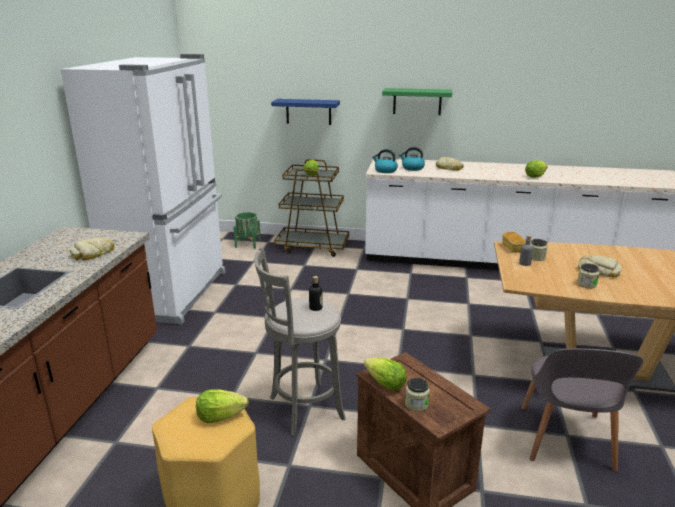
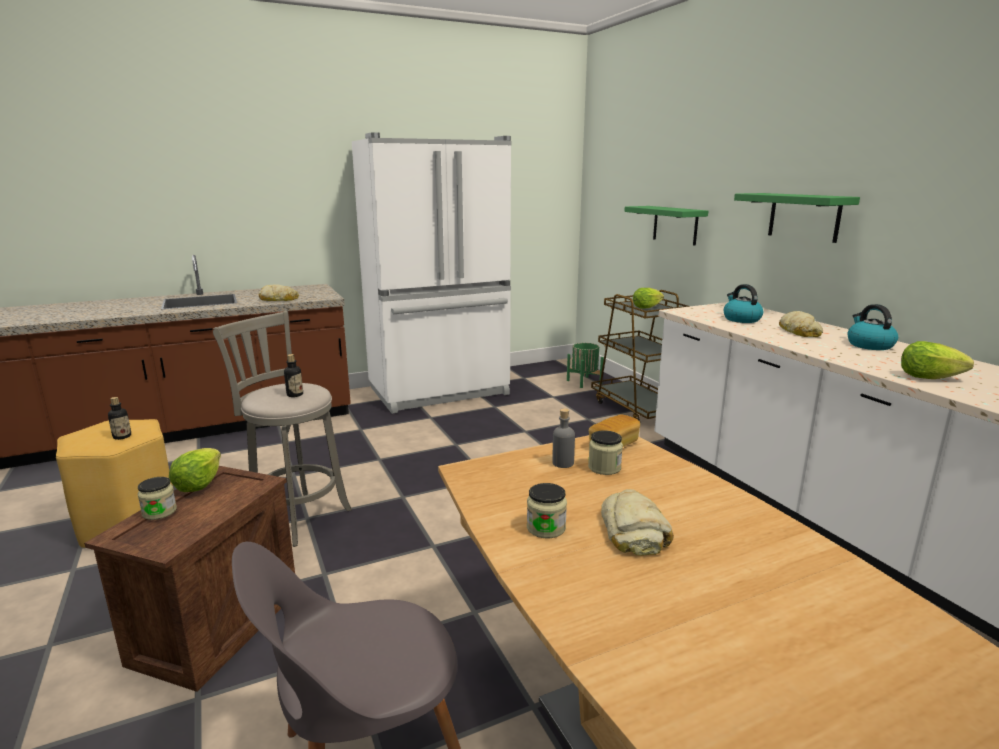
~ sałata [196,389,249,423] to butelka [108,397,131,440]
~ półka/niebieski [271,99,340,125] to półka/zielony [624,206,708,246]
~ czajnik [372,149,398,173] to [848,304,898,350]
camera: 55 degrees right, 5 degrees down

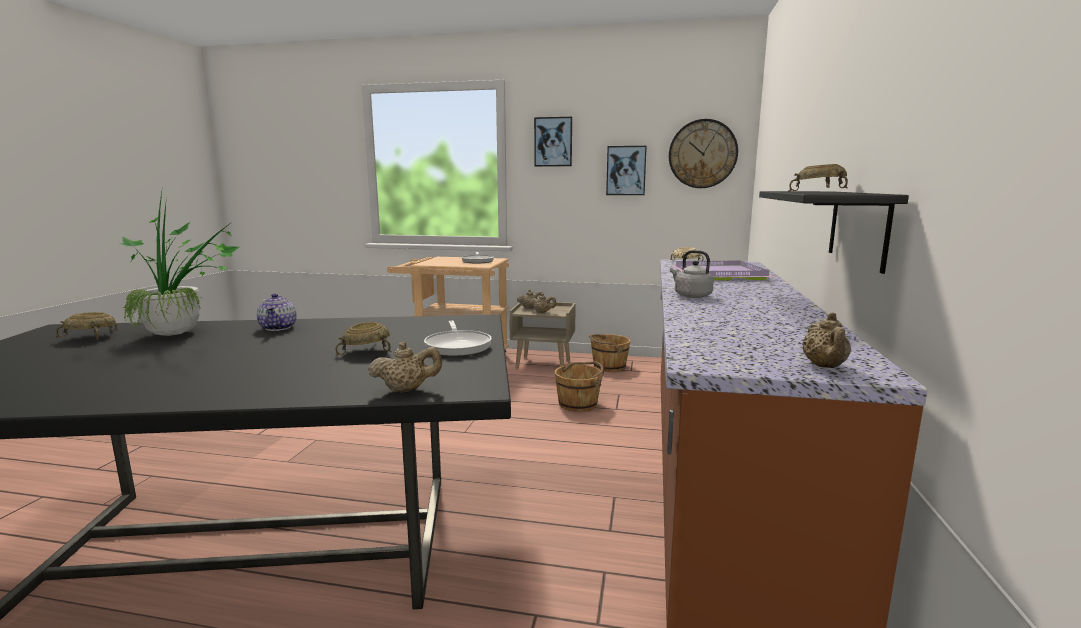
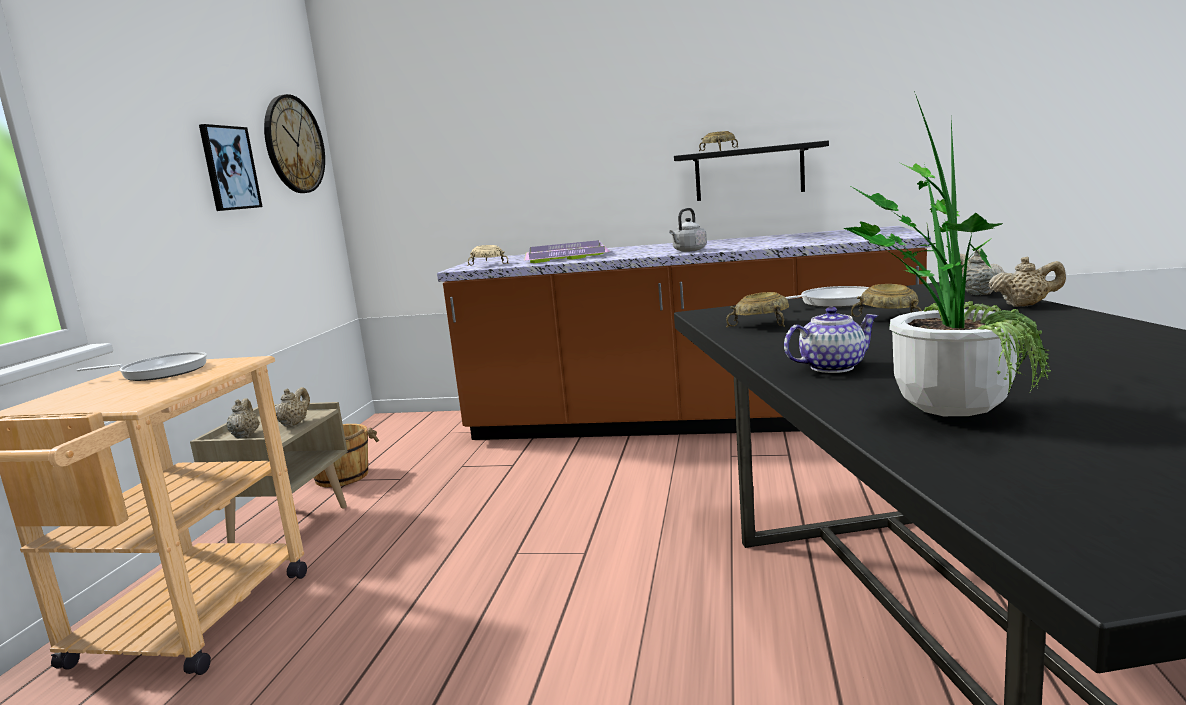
~ miska/beżowy [56,312,118,340] to [726,292,789,327]
~ imbryk/beżowy [802,312,851,368] to [989,256,1066,307]
- obraz [534,117,572,167]
- wiadro/brązowy [555,361,603,412]
camera: 90 degrees left, 0 degrees up

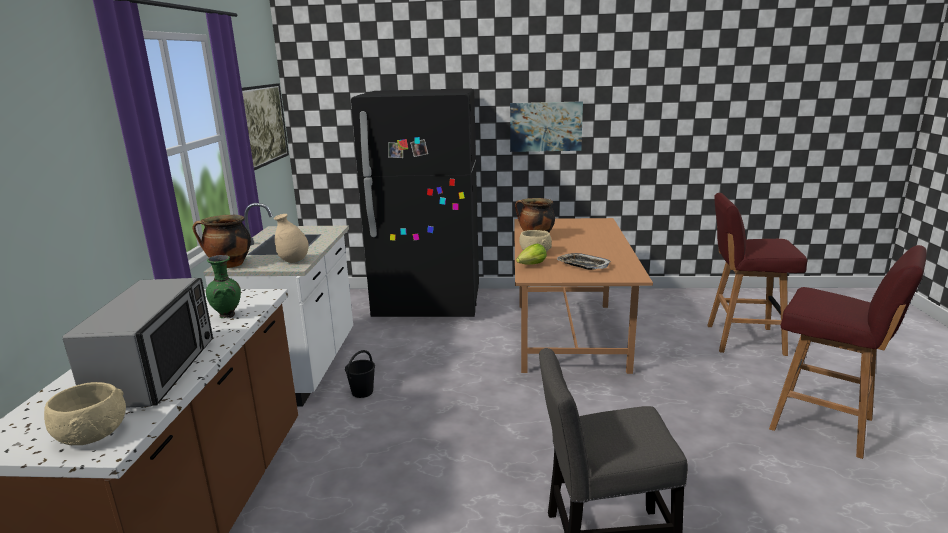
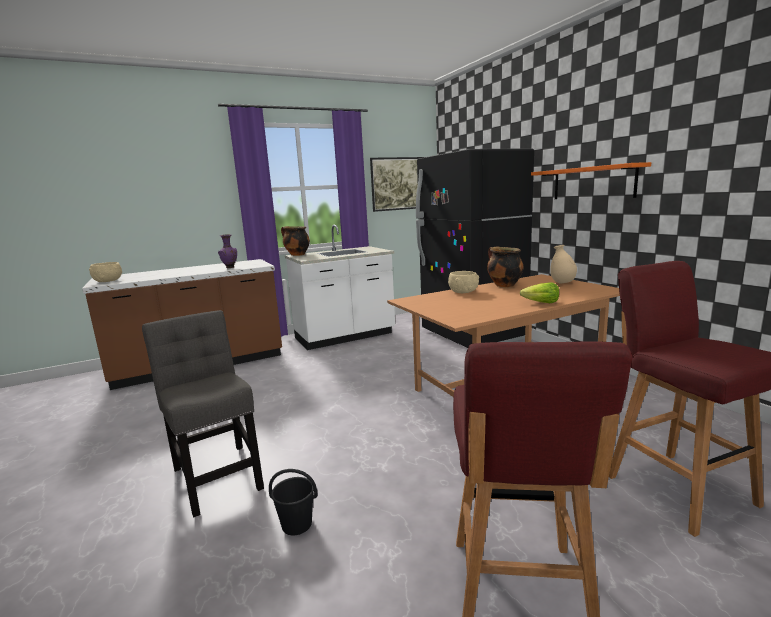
~ wazon/zielony [206,255,241,318] to wazon/fioletowy [218,234,237,268]
~ wiadro/czarny [345,350,375,398] to [269,469,318,536]
~ sałata [516,243,547,265] to [520,283,559,303]
~ obraz [510,101,583,152] to półka/pomarańczowy [531,162,651,199]
~ wazon/beżowy [274,214,309,263] to [550,245,577,284]
- mikrofalówka [62,278,213,408]
- taca [557,253,610,270]
camera: 60 degrees right, 5 degrees down

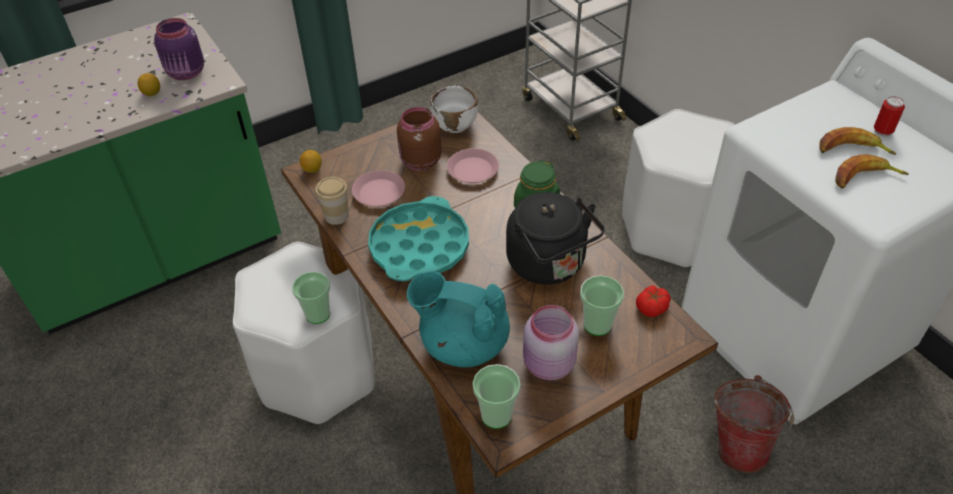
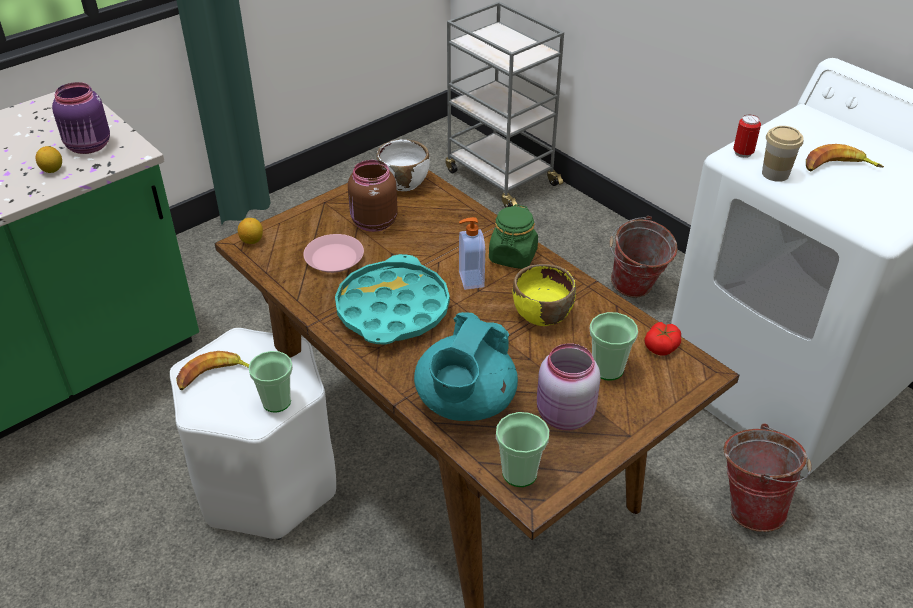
~ banan [835,154,909,189] to [176,351,249,390]
~ imbryk/turkusowy [407,271,510,367] = [414,312,518,421] 75 degrees counterclockwise
+ dozownik mydła [459,217,485,290]
~ czajnik/czarny [506,192,605,285] to miska/żółty [512,264,576,326]
~ stołek/biały [622,109,735,268] to wiadro [610,216,678,298]
~ puszka [874,96,905,137] to [733,115,761,158]
~ filiżanka [315,177,349,225] to [762,126,804,182]
- talerz/różowy [447,148,499,183]
camera: 10 degrees left, 5 degrees down

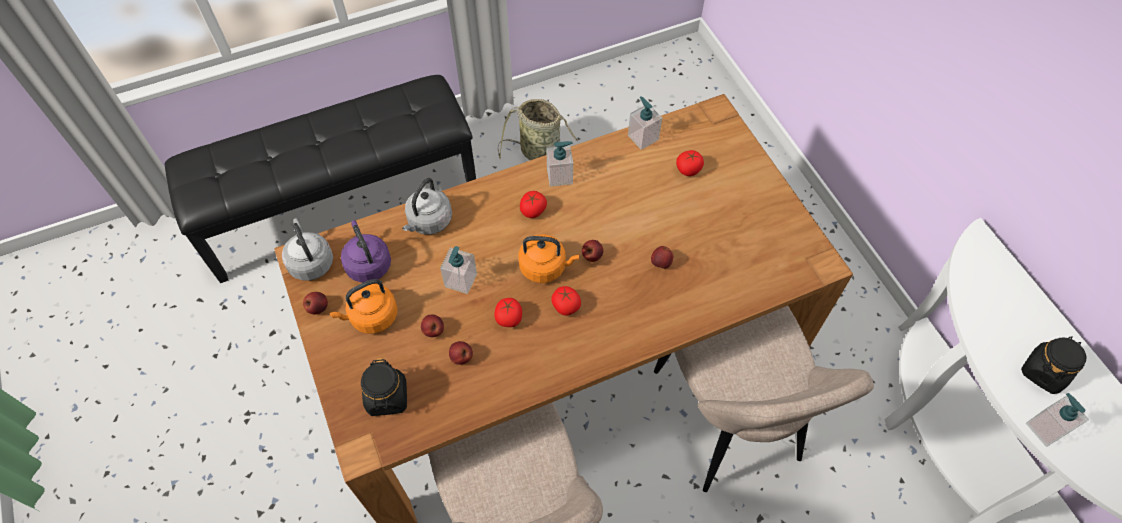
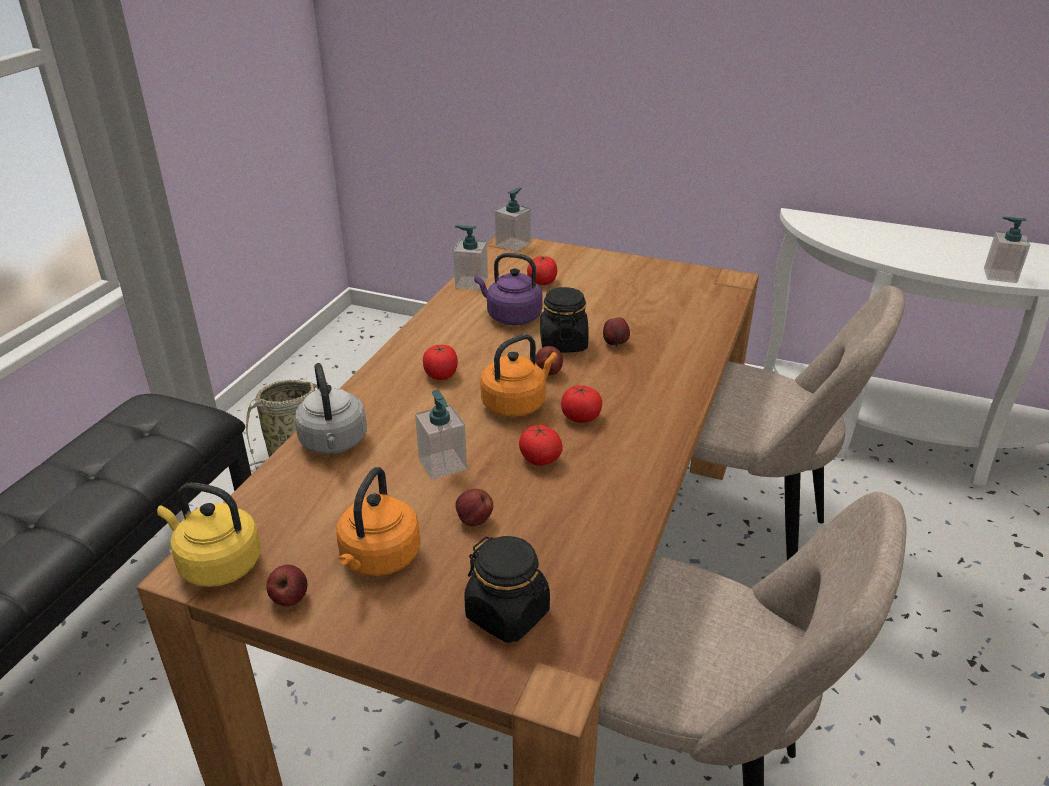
~ czajnik/szary [282,218,333,281] to czajnik/żółty [157,482,261,587]
~ czajnik/fioletowy [341,220,391,283] to [474,253,543,325]
~ dozownik mydła [546,141,573,187] to [495,188,531,252]
~ słoik/czarny [1021,336,1087,394] to [540,287,588,353]
- jabłko [449,341,473,365]
camera: 45 degrees left, 25 degrees down

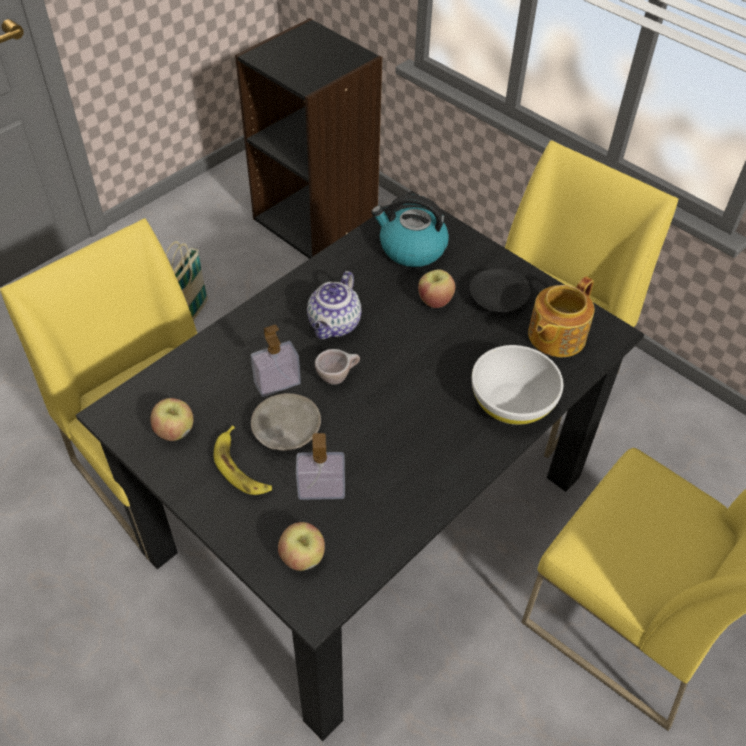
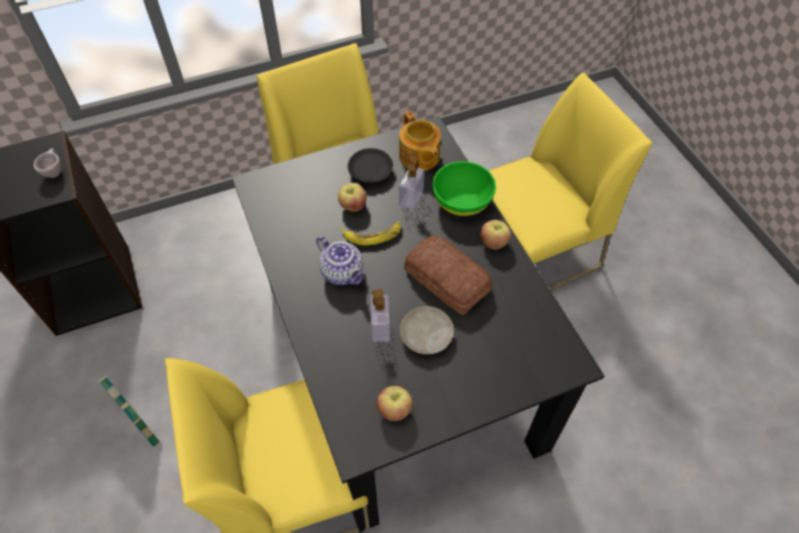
~ filiżanka/beżowy [315,349,360,385] to [33,148,61,178]
~ banan [214,425,272,495] to [340,222,401,246]
~ dozownik mydła [296,433,345,500] to [399,155,425,210]
+ chleb [404,235,492,315]
~ miska/biały [472,345,563,425] to miska/zielony [433,161,496,216]
~ jabłko [278,522,325,571] to [480,220,511,250]
- czajnik [371,195,449,267]
camera: 65 degrees left, 5 degrees up

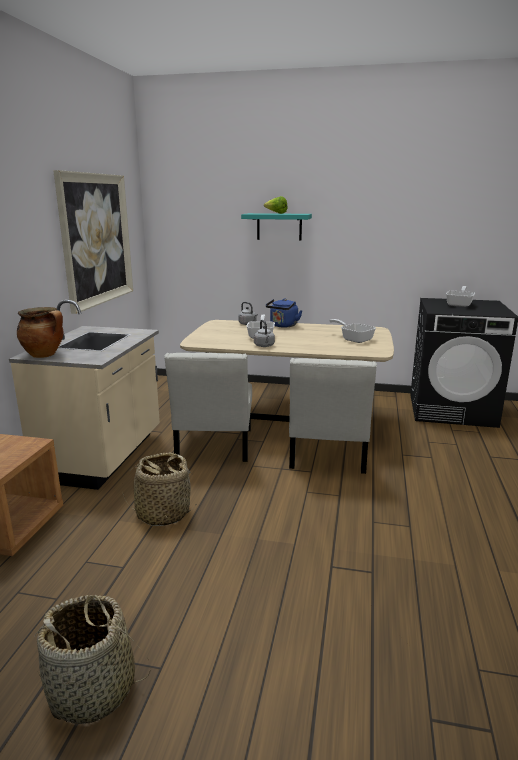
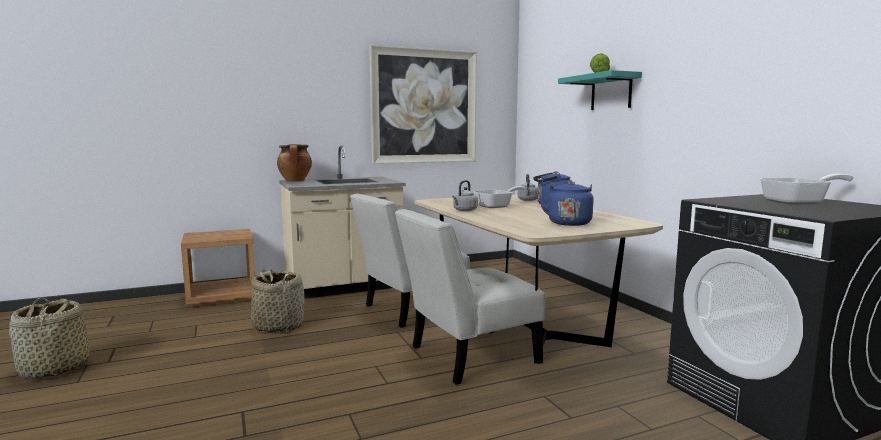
~ patelnia [329,319,376,343] to czajnik/niebieski [539,181,593,226]
camera: 55 degrees right, 10 degrees down

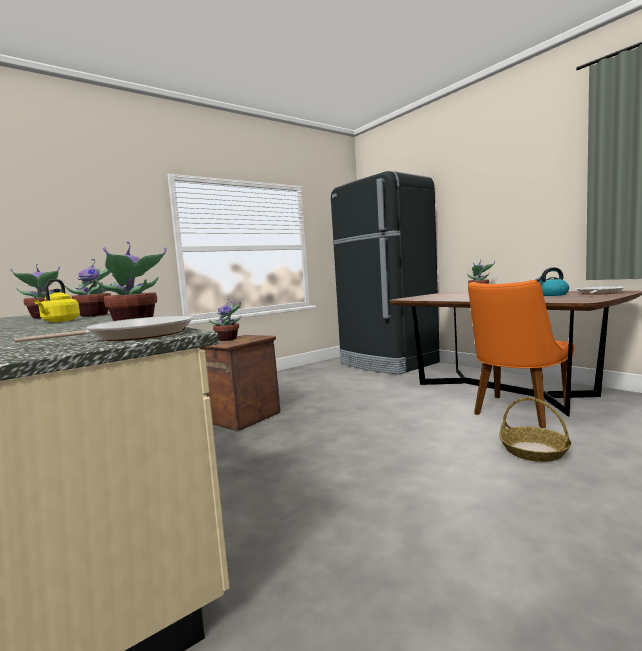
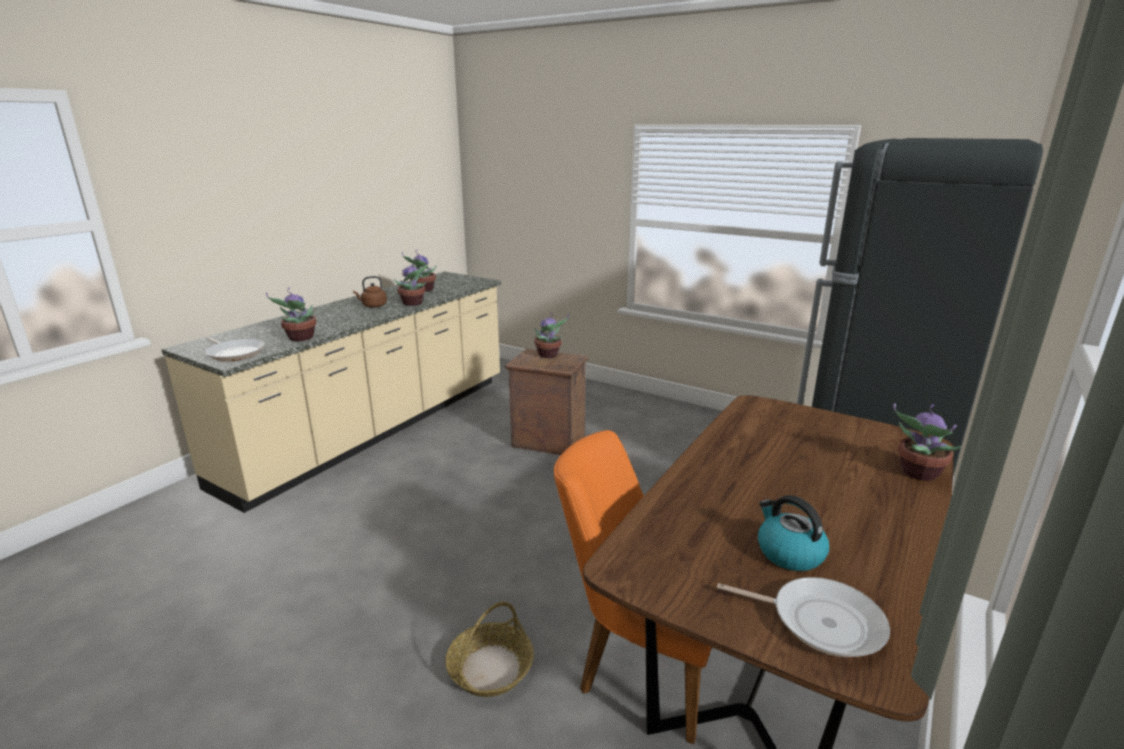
~ czajnik/żółty [34,279,80,322] to czajnik/brązowy [353,276,387,308]
camera: 70 degrees right, 15 degrees up

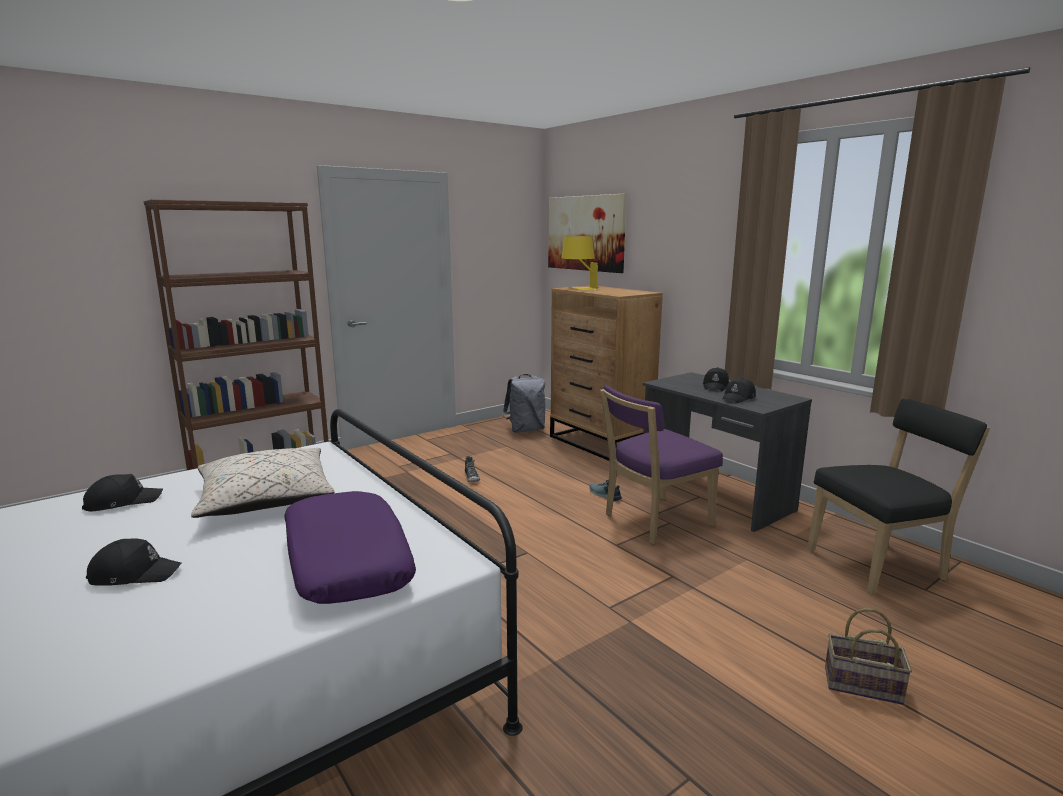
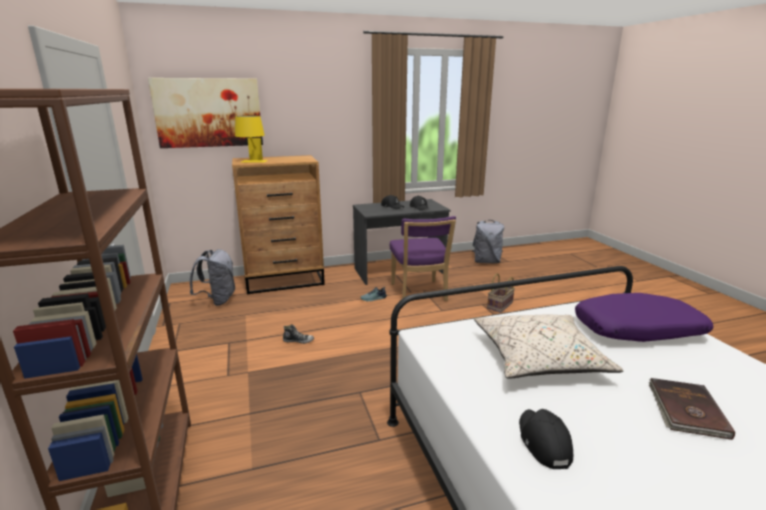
~ krzesło/czarny [807,398,990,595] to plecak/szary [472,220,504,263]
~ koszyk [825,608,912,705] to [487,273,515,313]
~ czapka z daszkiem/czarny [86,538,182,586] to książka/brązowy [649,378,735,440]
camera: 70 degrees left, 5 degrees up

